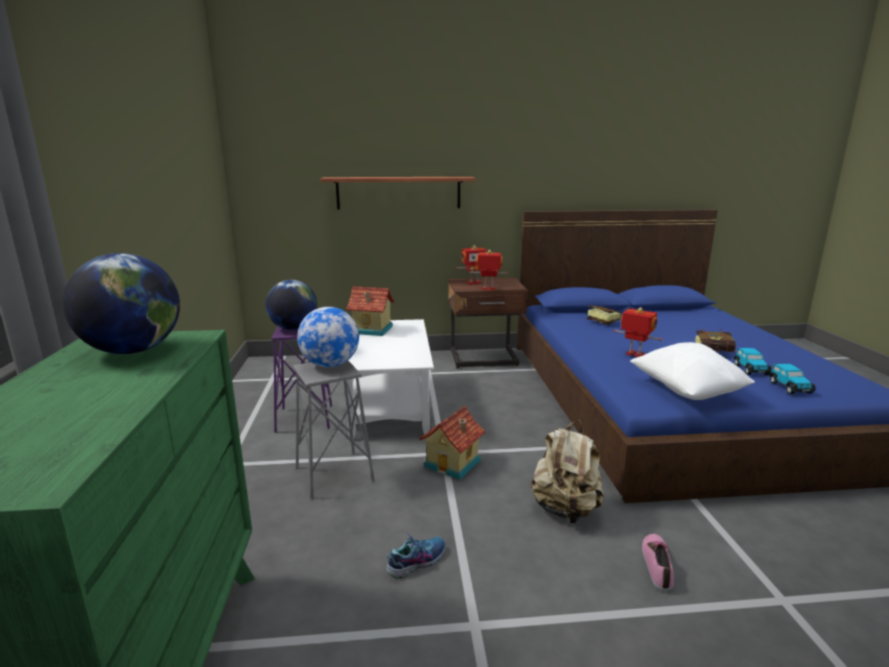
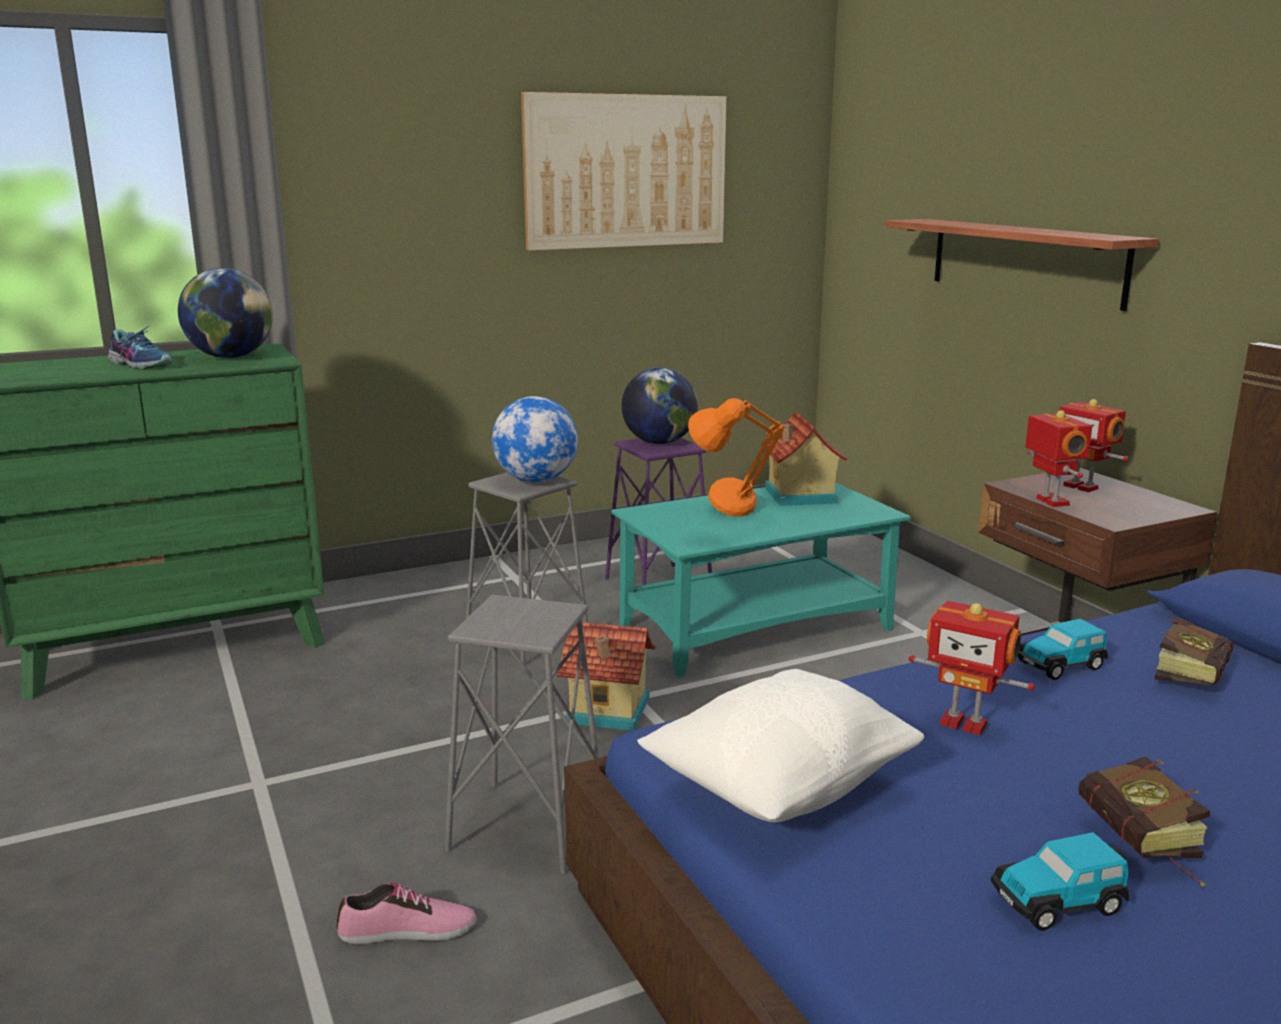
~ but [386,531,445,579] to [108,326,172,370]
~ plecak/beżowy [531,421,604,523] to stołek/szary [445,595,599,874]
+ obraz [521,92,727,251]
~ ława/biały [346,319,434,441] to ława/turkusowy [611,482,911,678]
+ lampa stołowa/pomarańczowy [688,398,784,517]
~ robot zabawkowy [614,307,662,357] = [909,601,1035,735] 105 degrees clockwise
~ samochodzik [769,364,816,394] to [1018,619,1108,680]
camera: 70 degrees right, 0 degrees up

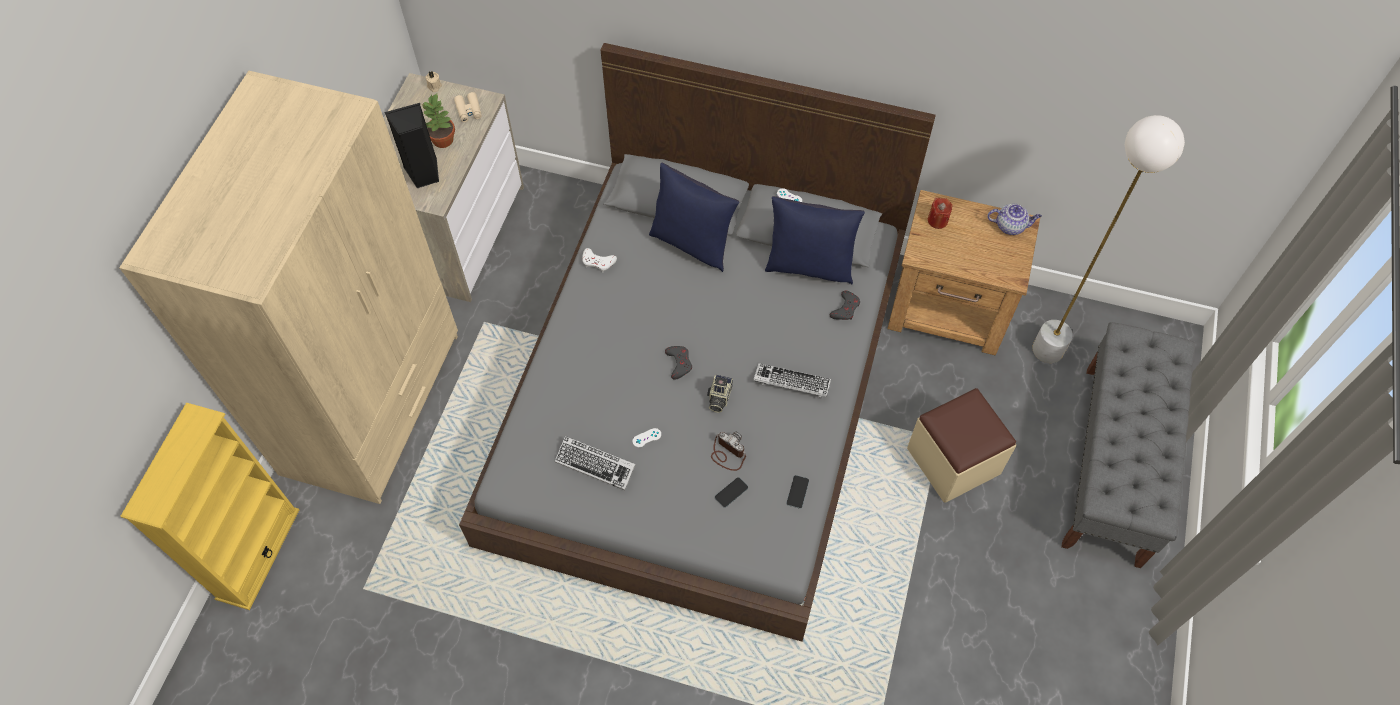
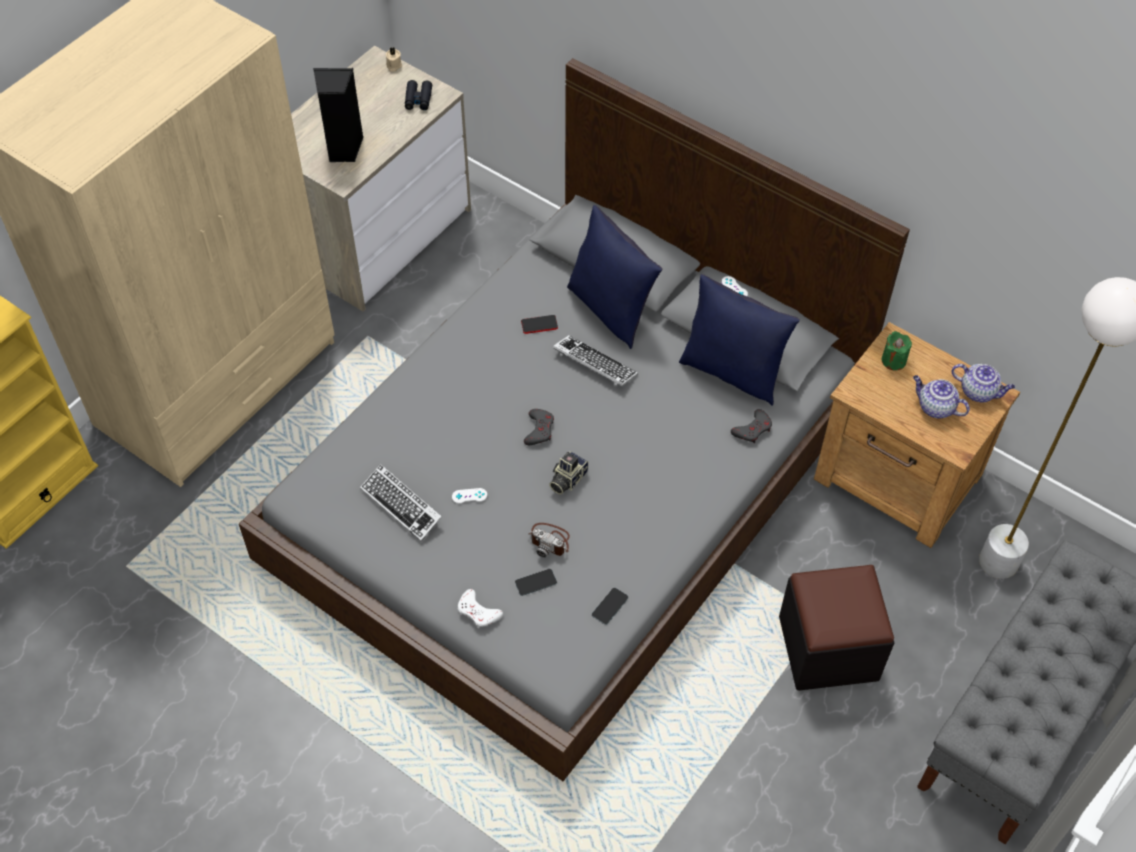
~ lornetka/beżowy [454,92,482,122] to lornetka/czarny [405,80,432,110]
~ pad do gier/biały [582,248,617,272] to [458,589,503,628]
+ telefon [521,315,558,334]
~ aparat fotograficzny [711,431,746,471] = [528,523,570,558] 150 degrees clockwise
~ klawiatura [753,363,831,398] to [553,335,638,386]
~ pufa/beżowy [907,388,1016,503] to pufa/czarny [779,565,894,691]
~ świeca/czerwony [928,198,953,229] to świeca/zielony [882,331,912,370]
+ imbryk [913,375,970,418]
- roślina doniczkowa [422,94,455,148]
camera: 20 degrees right, 5 degrees down

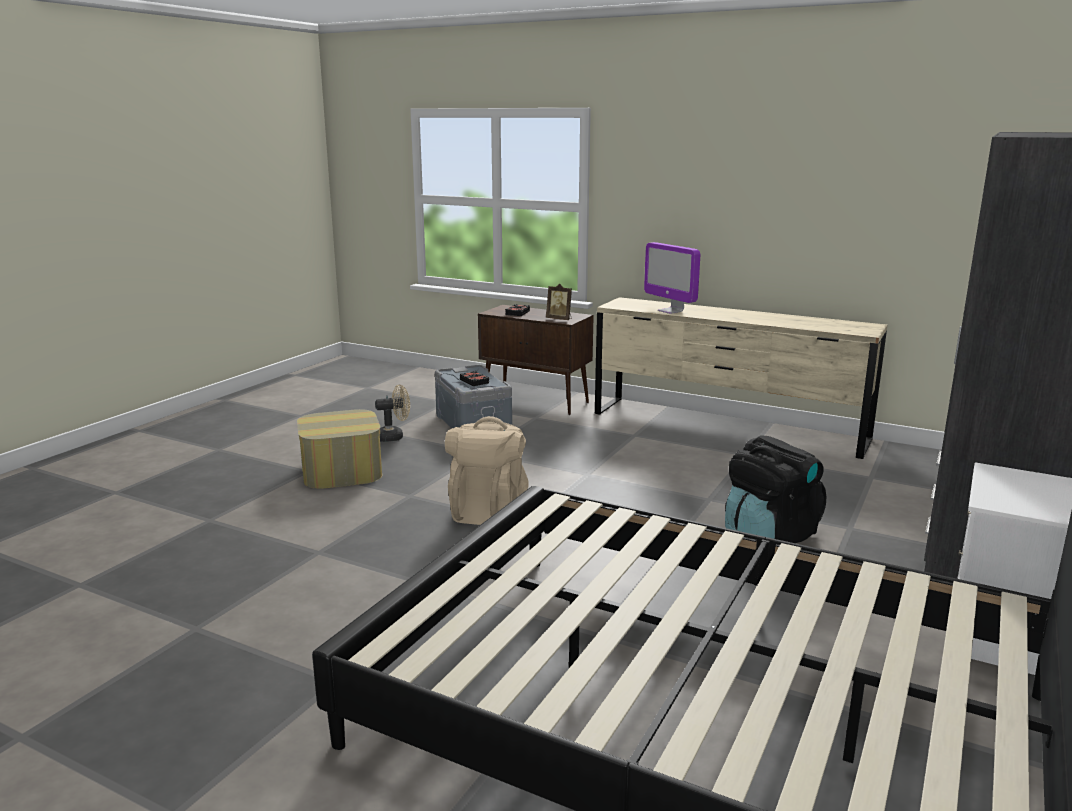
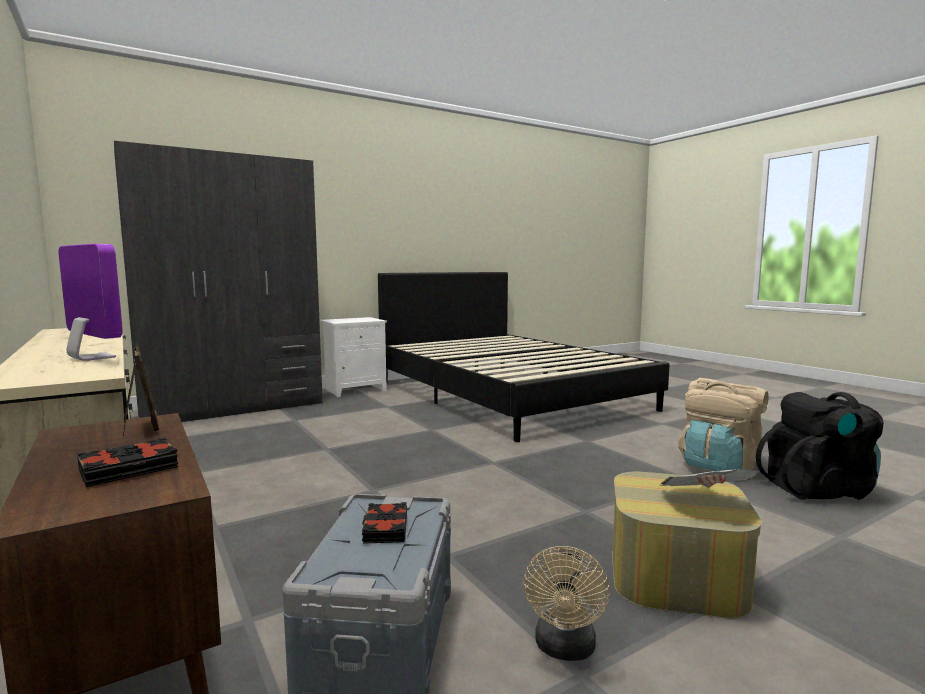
~ monitor [644,242,700,314] = [59,244,123,361] 45 degrees counterclockwise
~ wentylator/beżowy [375,385,410,442] = [524,546,610,661] 90 degrees counterclockwise
+ gazeta [660,469,758,488]
~ plecak/beżowy [445,416,528,525] to [678,378,769,471]
~ plecak/czarny [725,435,826,543] to [756,392,883,500]
camera: 150 degrees left, 10 degrees down

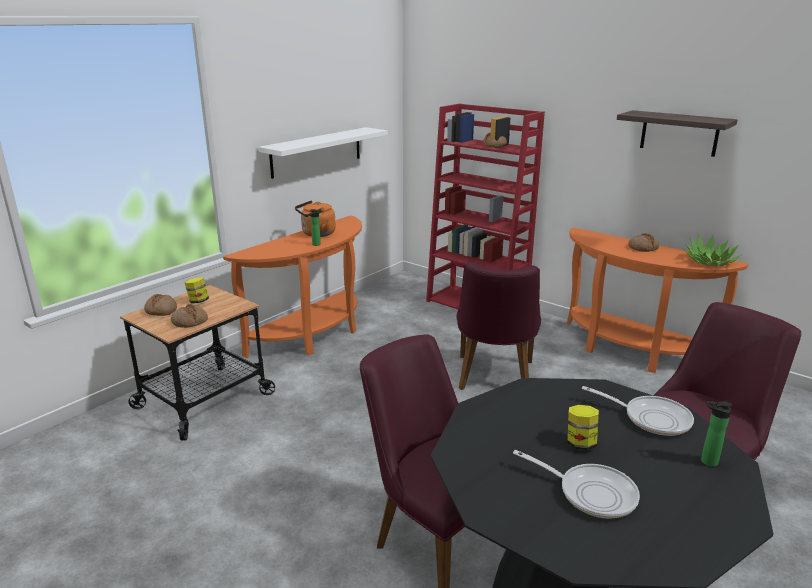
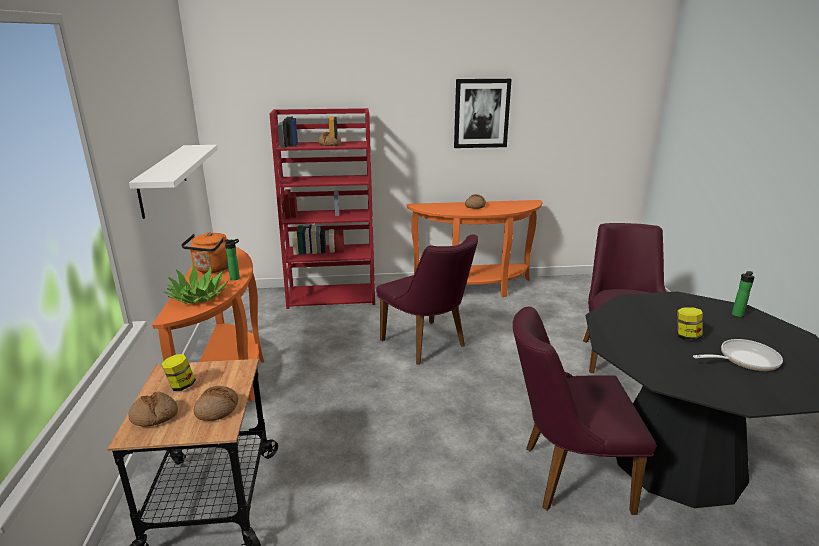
~ roślina doniczkowa [682,234,743,266] to [163,265,229,304]
~ półka [617,110,737,157] to obraz [454,79,512,148]
- patelnia [582,386,694,436]
camera: 45 degrees left, 0 degrees up

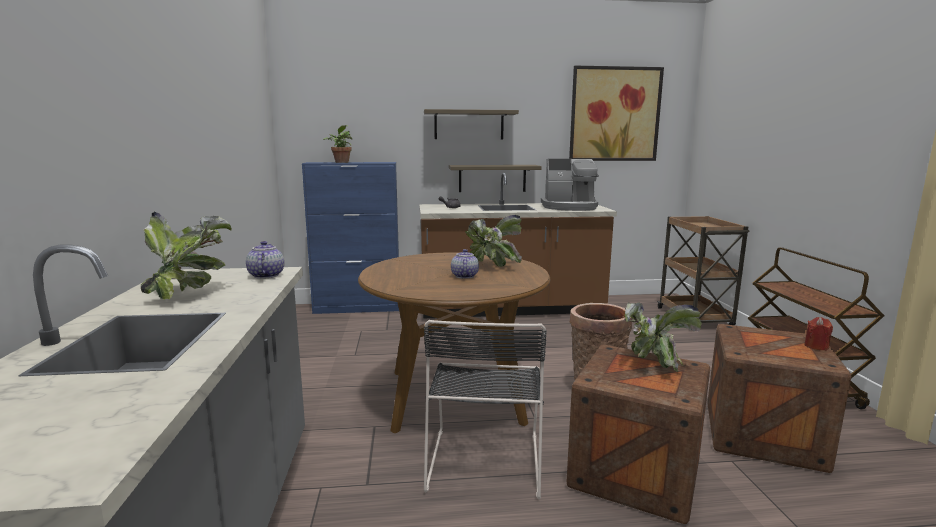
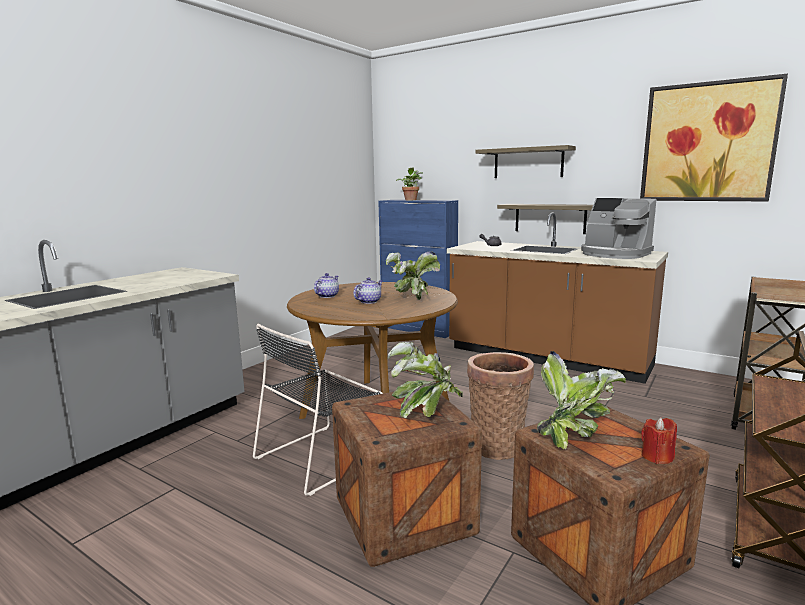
~ imbryk [246,241,284,279] to [314,273,339,298]
~ roślina doniczkowa [141,212,232,300] to [537,351,626,449]
camera: 40 degrees right, 0 degrees up

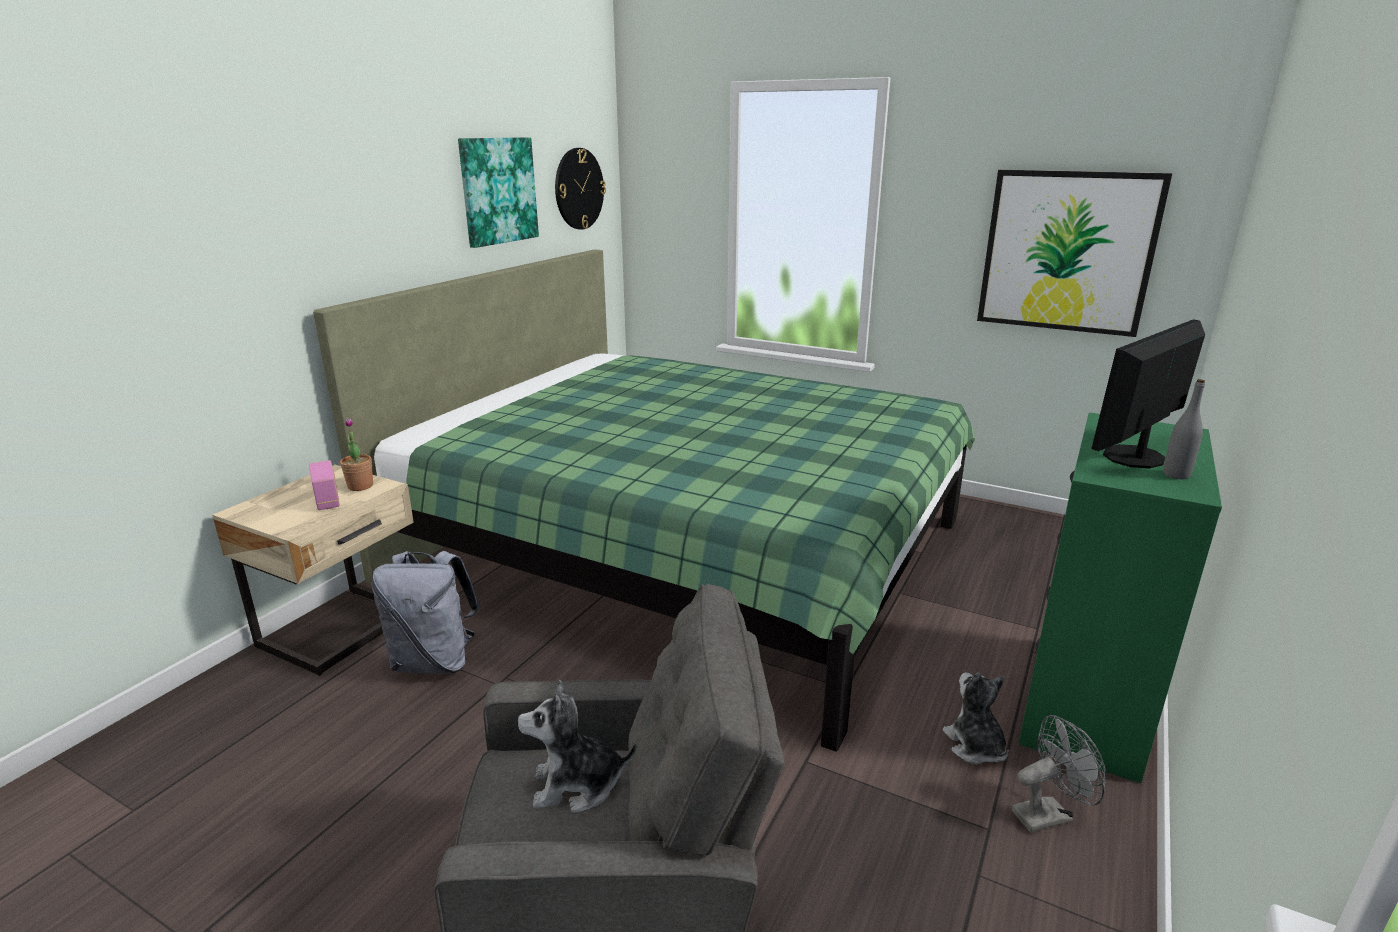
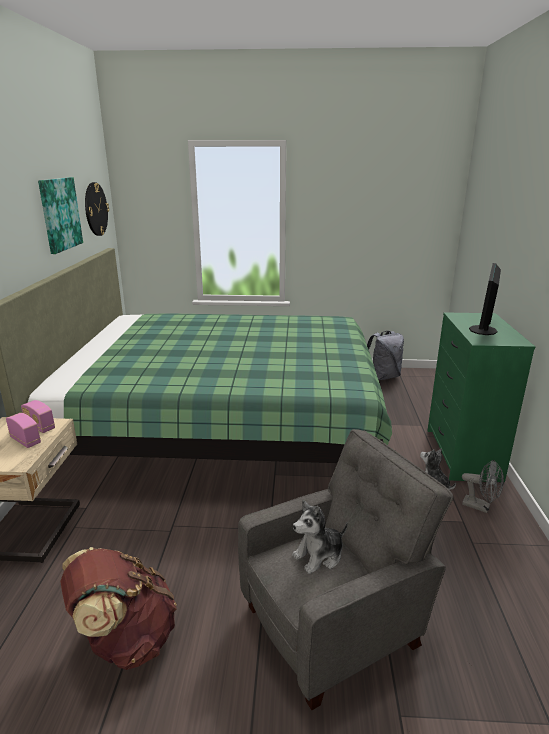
~ roślina doniczkowa [340,418,373,491] to radio [21,400,55,433]
+ plecak/brązowy [60,547,177,670]
~ plecak/szary [372,551,479,674] to [367,331,404,380]
~ wentylator/szary [1012,715,1106,832] = [462,460,504,513] 75 degrees clockwise
- obraz [977,170,1172,337]
- butelka/szary [1163,379,1205,479]
camera: 25 degrees left, 0 degrees up

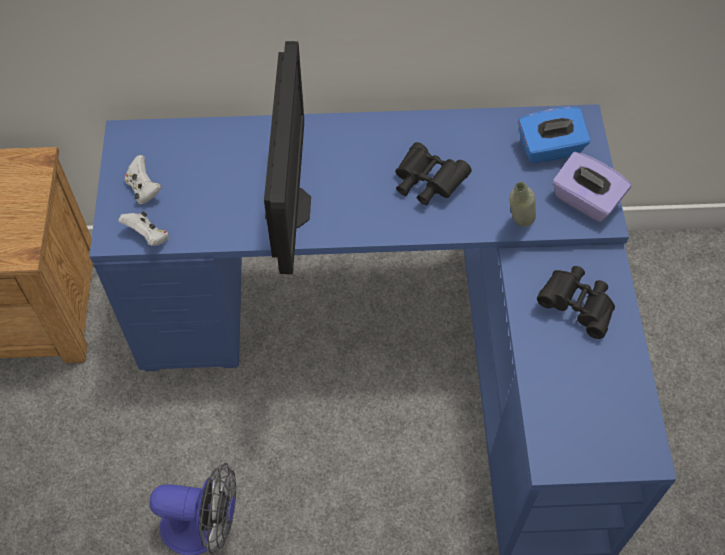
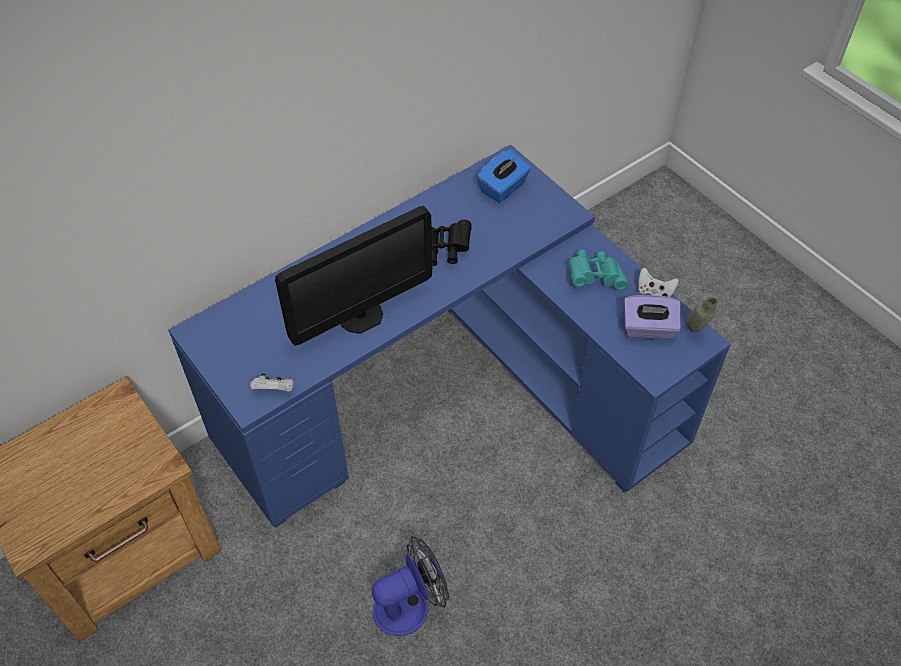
~ monitor [264,41,311,274] = [275,206,432,346] 90 degrees clockwise
~ lornetka/czarny [537,266,615,339] to lornetka/turkusowy [569,250,628,290]
~ pudełko chusteczek/fioletowy [552,152,631,222] to [624,295,681,340]
~ pad do gier/biały [125,155,162,204] to [638,267,679,297]
~ butelka/szary [509,182,536,227] to [686,297,717,332]
camera: 35 degrees left, 5 degrees down

